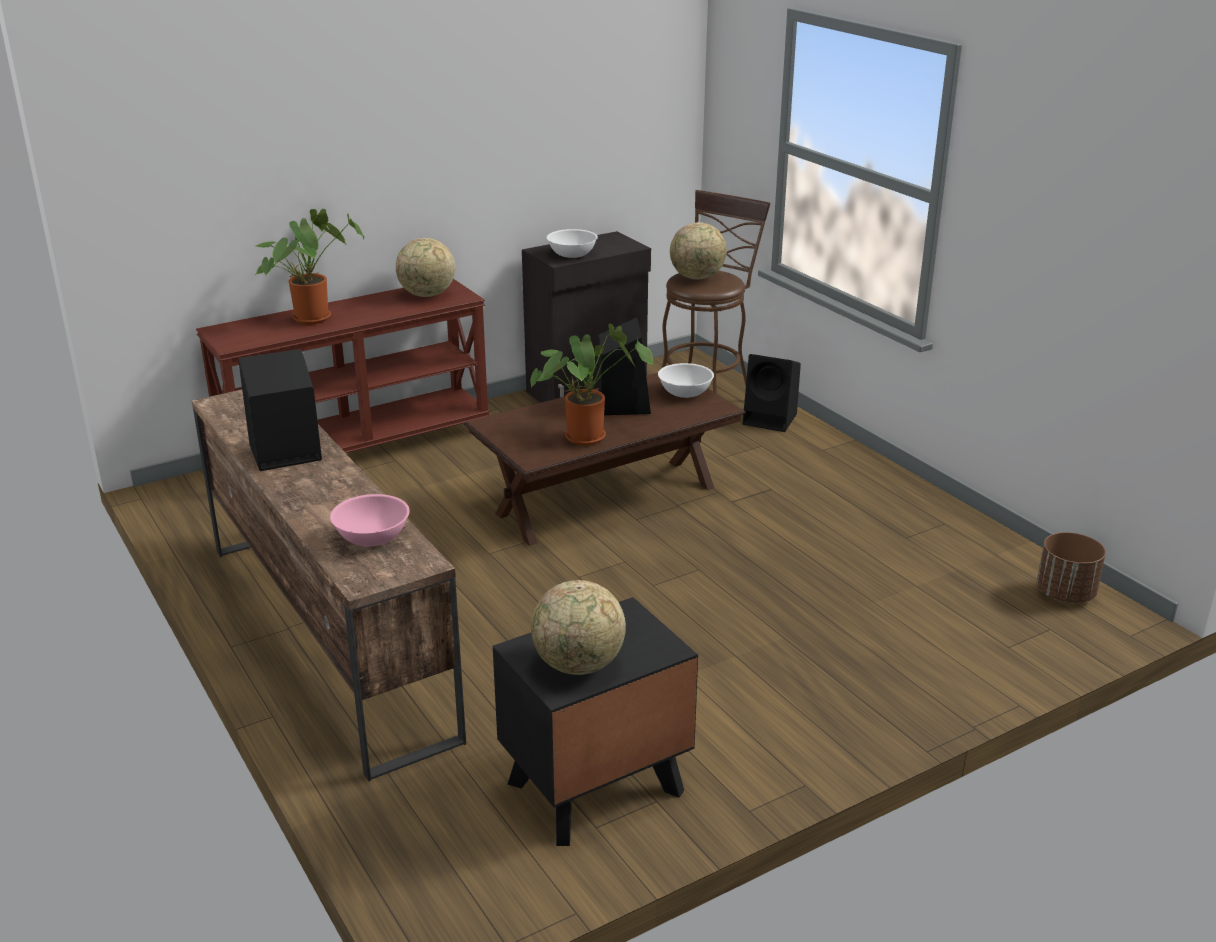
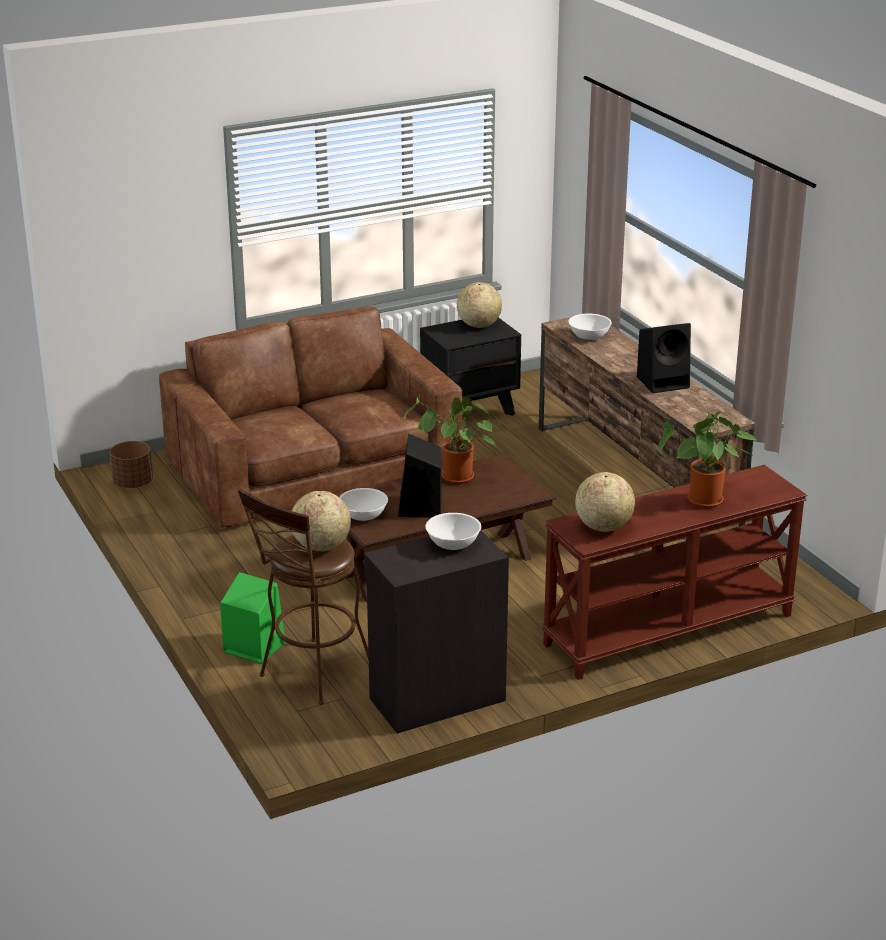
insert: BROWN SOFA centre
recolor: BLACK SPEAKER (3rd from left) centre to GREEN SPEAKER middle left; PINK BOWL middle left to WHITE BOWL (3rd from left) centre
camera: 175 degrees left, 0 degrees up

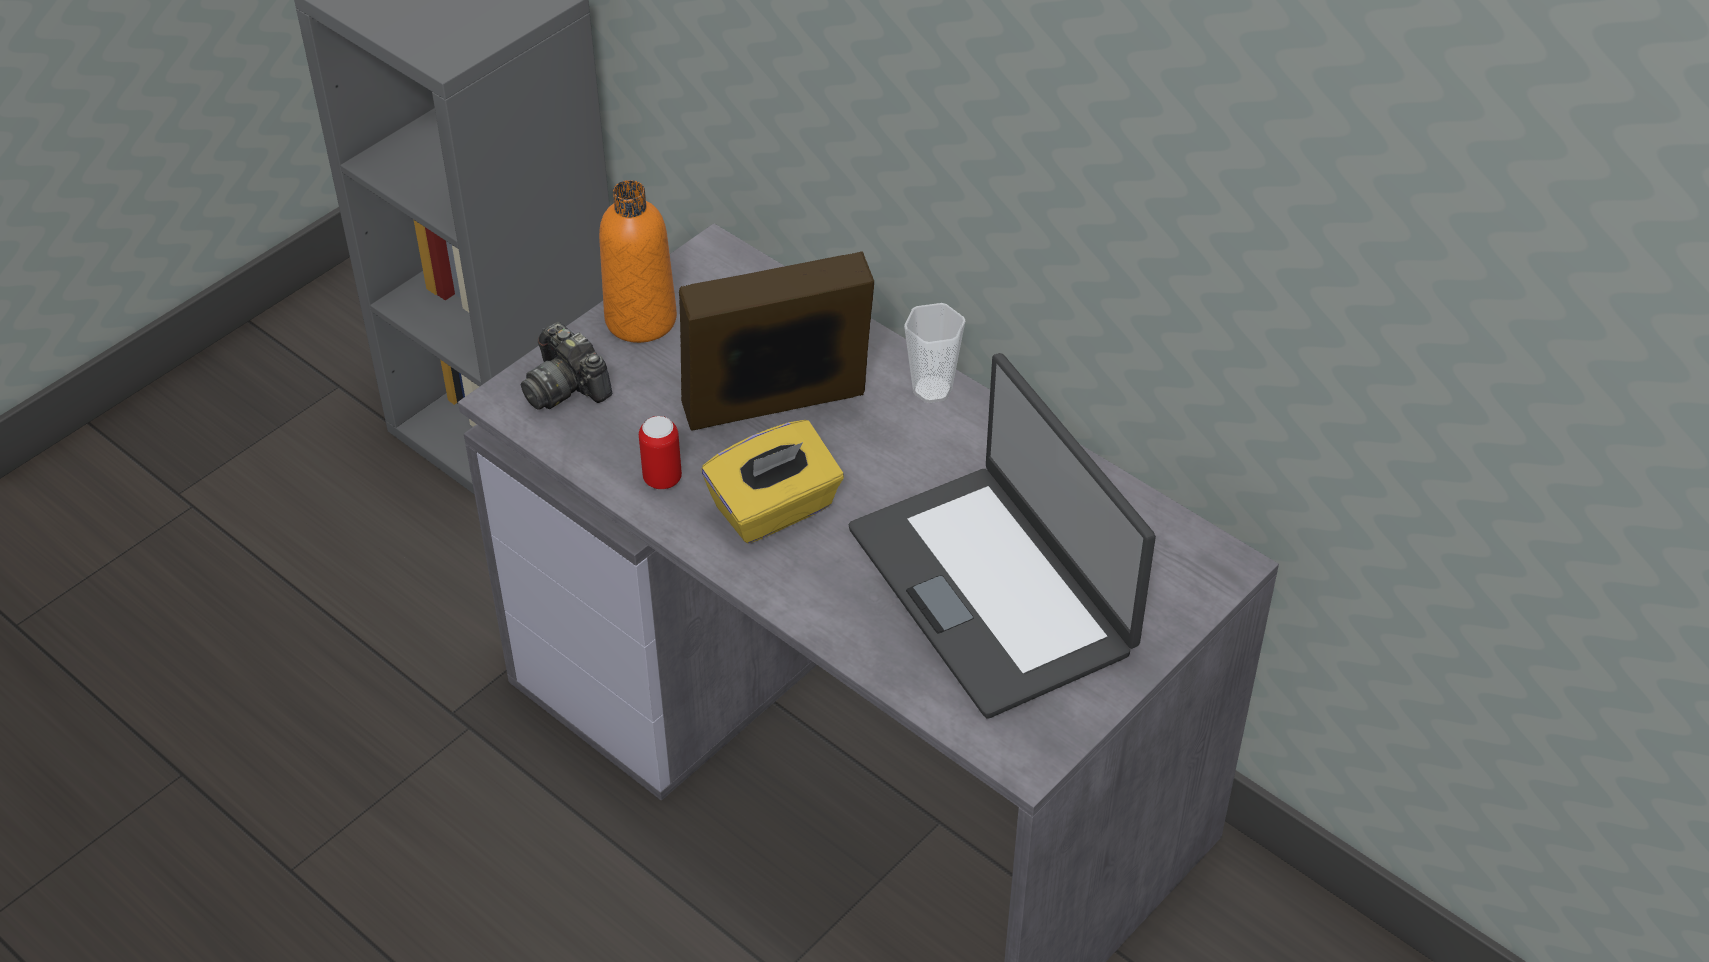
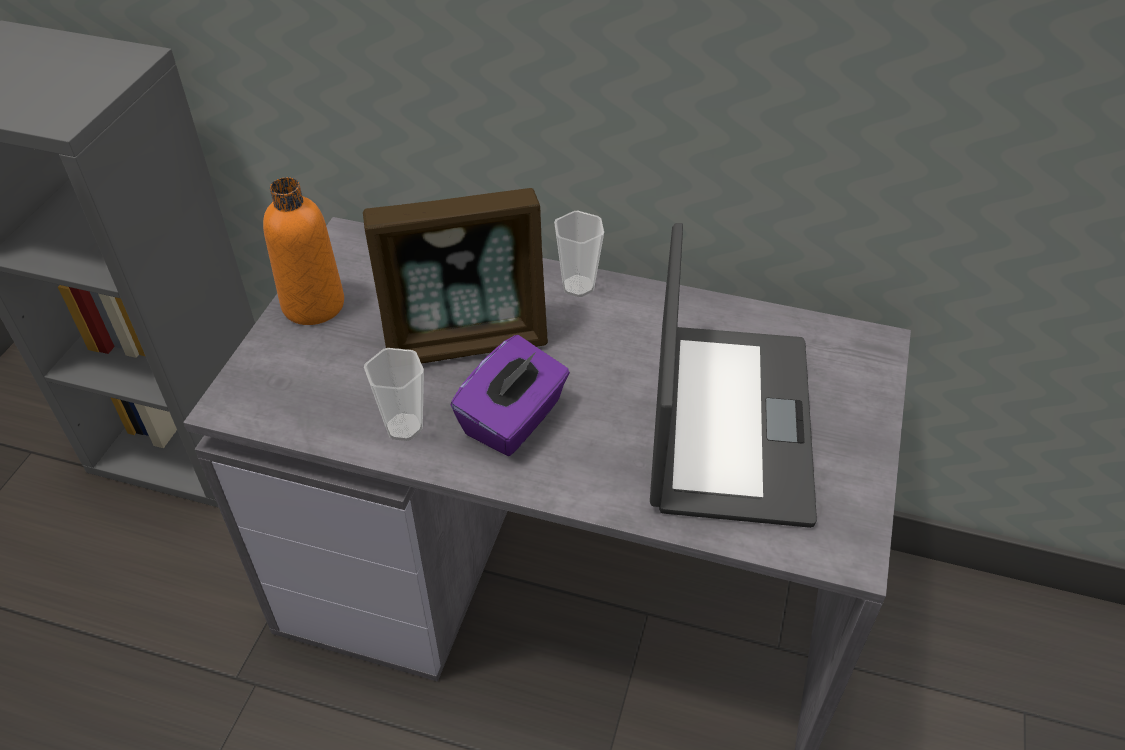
delete: PHOTO CAMERA middle left
replace: CAN centre to CUP (1st from left) centre
recolor: YELLOW TISSUE BOX centre to PURPLE TISSUE BOX centre
rotate: PICTURE FRAME centre = centre 150 degrees counterclockwise; LAPTOP centre = centre 120 degrees counterclockwise
camera: 25 degrees left, 0 degrees up

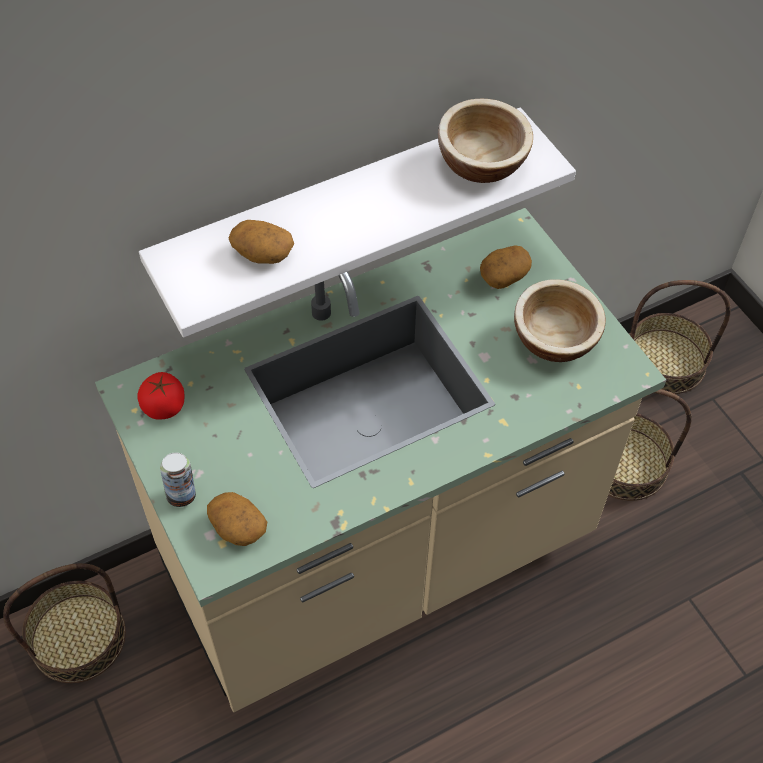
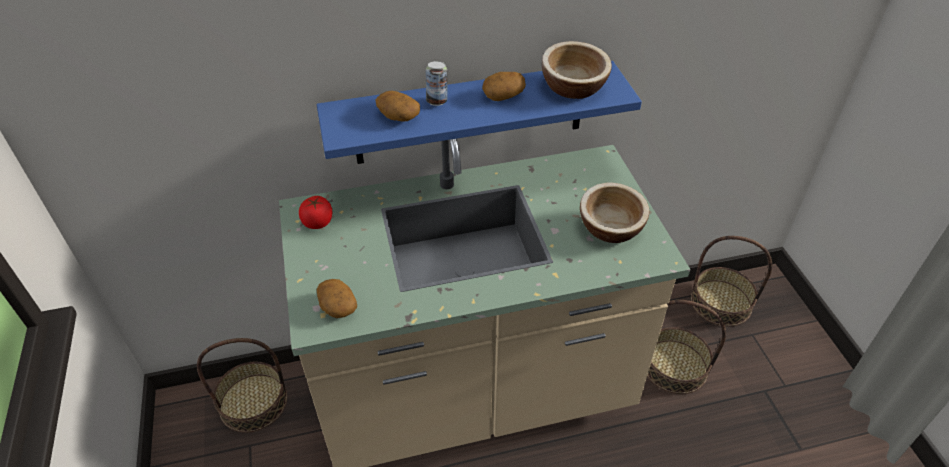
move: POTATO (3rd from left) centre to top centre; CAN middle left to top centre
recolor: WHITE SHELF top centre to BLUE SHELF top centre
camera: 15 degrees right, 10 degrees down

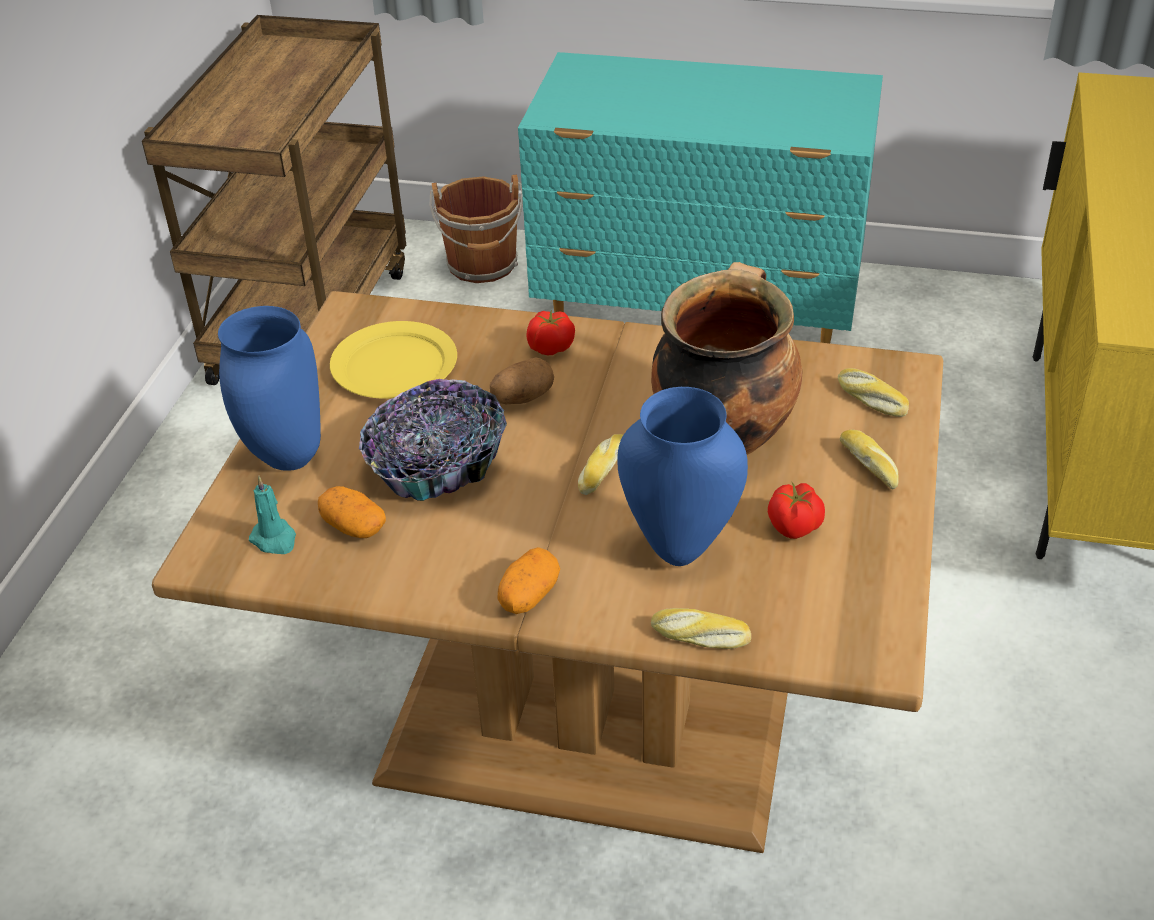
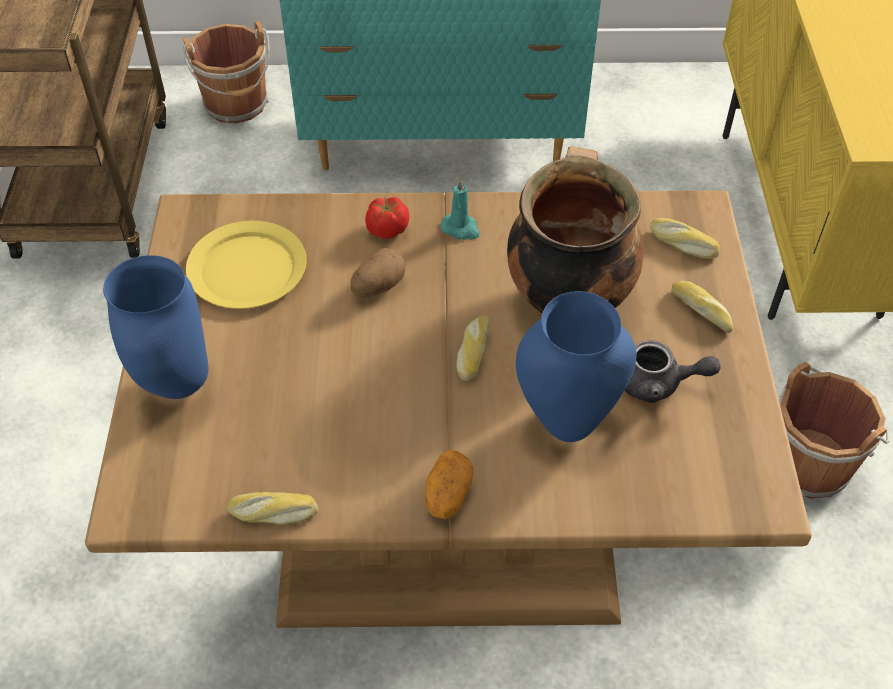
delete: BOWL centre; POTATO (1st from left) middle left
insert: BROWN BUCKET (2nd from left) middle right
move: TURQUOISE CANDLE middle left to top centre; BREAD (2nd from left in the first image) bottom centre to BREAD (1st from left) bottom left
replace: TOMATO (2nd from left) middle right to GREY TEAPOT middle right
camera: 15 degrees left, 10 degrees up

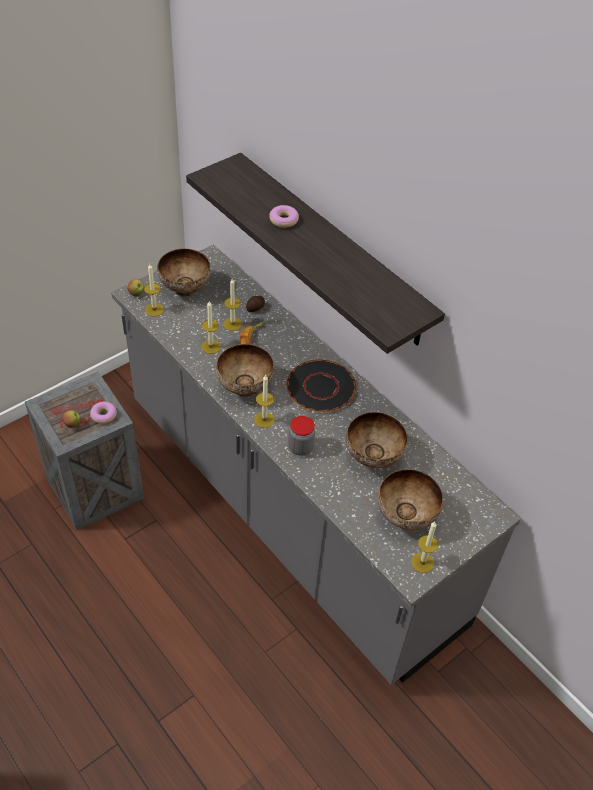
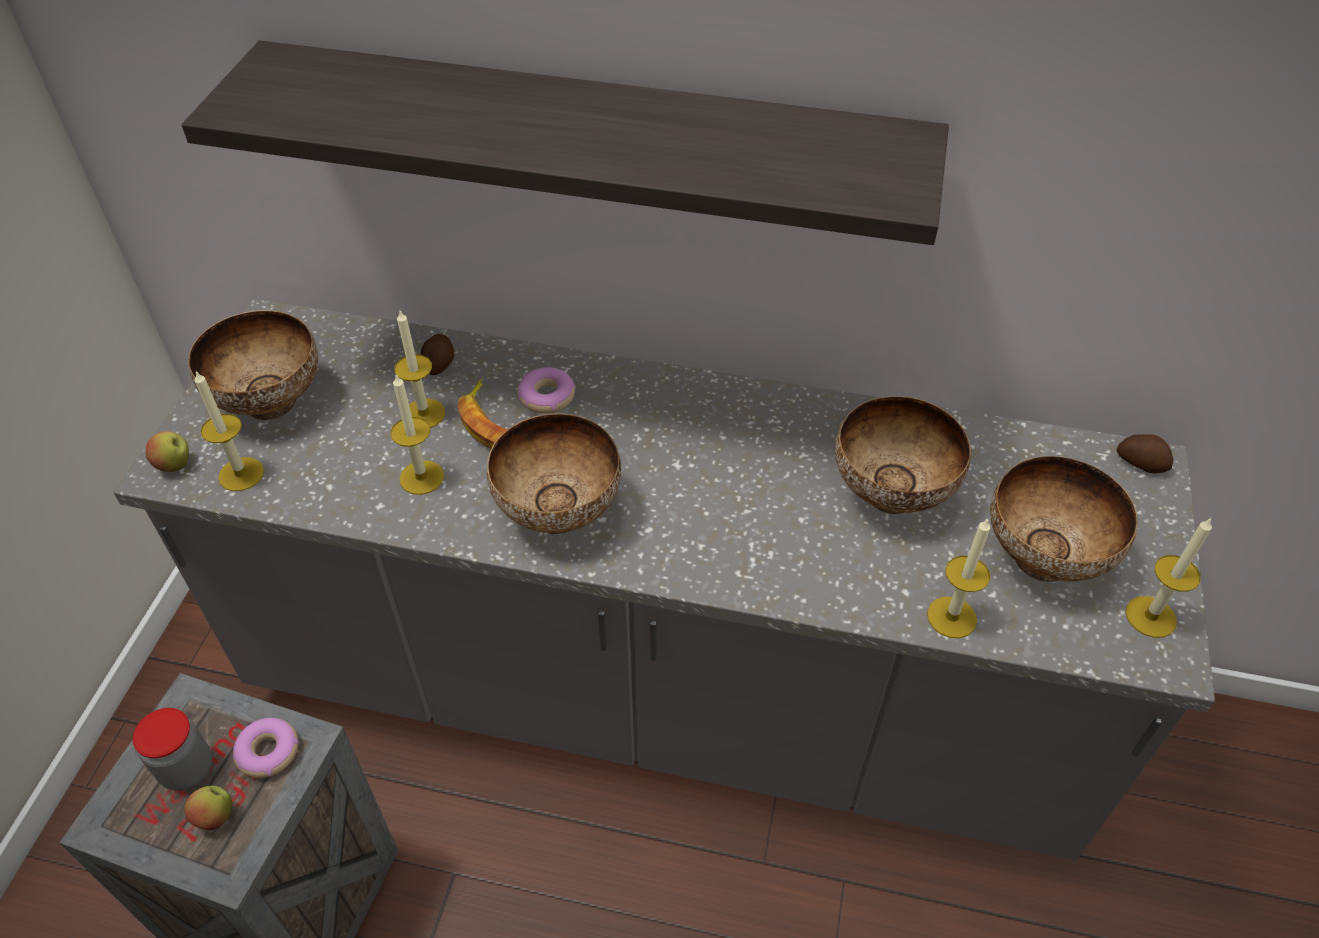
delete: BLACK PLATE centre
insert: POTATO (2nd from left) middle right
move: DONUT (2nd from left) top centre to centre; CANDLE (4th from left) centre to middle right; JAR centre to bottom left
camera: 35 degrees left, 0 degrees up

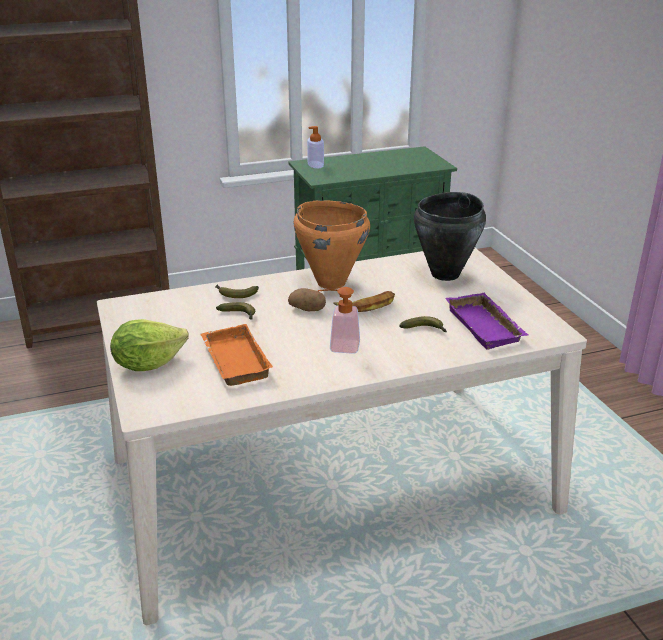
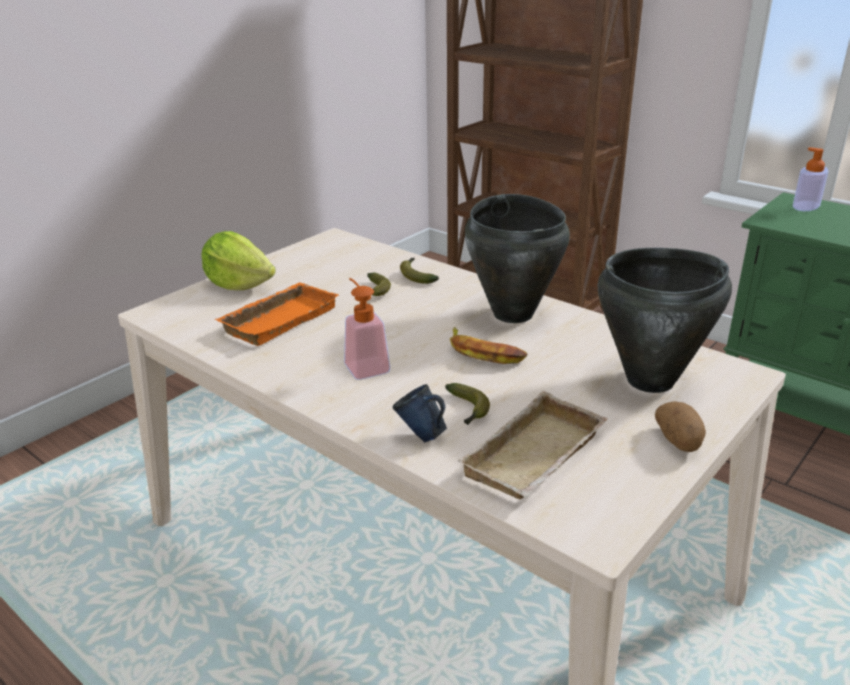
insert: BLUE MUG centre
move: POTATO centre to middle right
recolor: ORANGE COOKING POT centre to BLACK COOKING POT (1st from left) centre; PURPLE TRAY middle right to BEIGE TRAY centre
camera: 60 degrees right, 0 degrees up

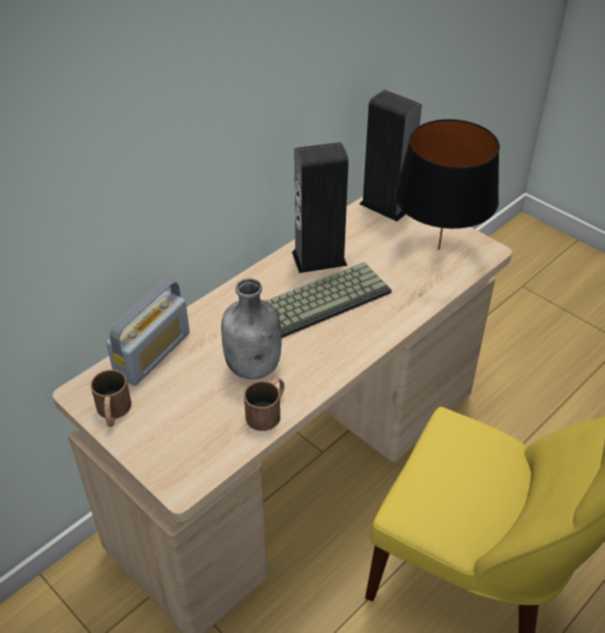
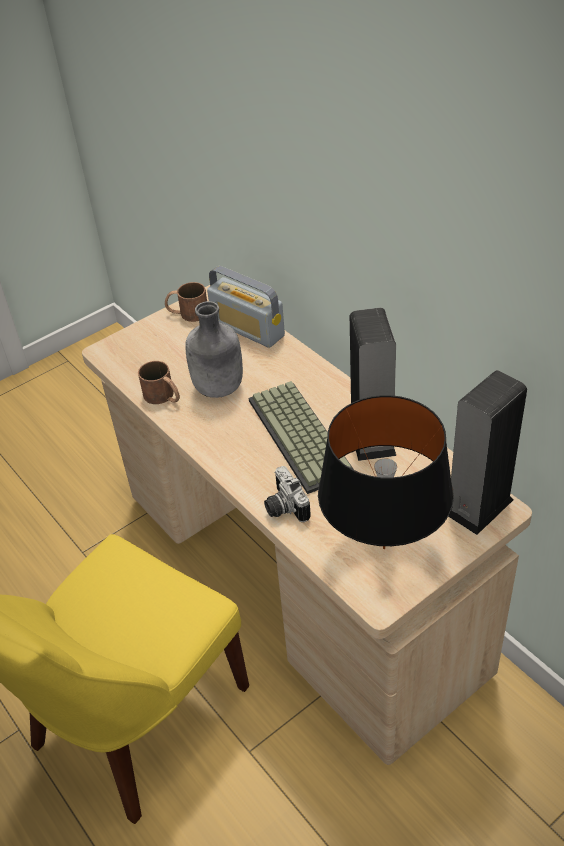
insert: PHOTO CAMERA centre
camera: 100 degrees right, 0 degrees up

